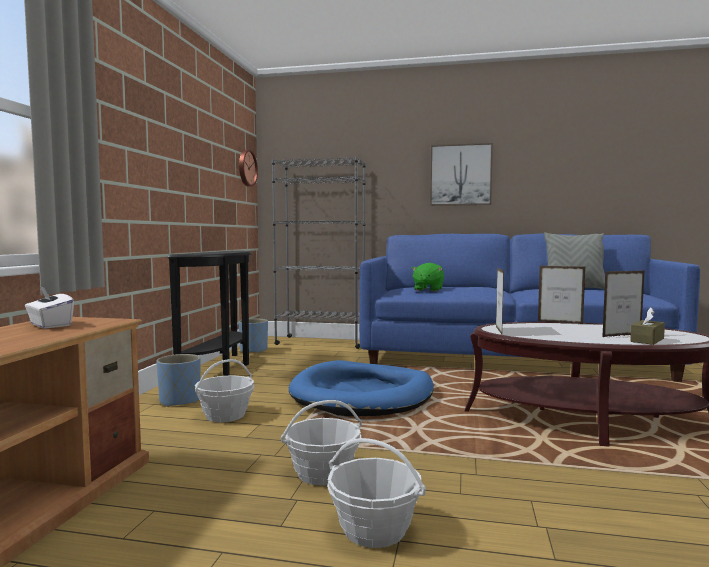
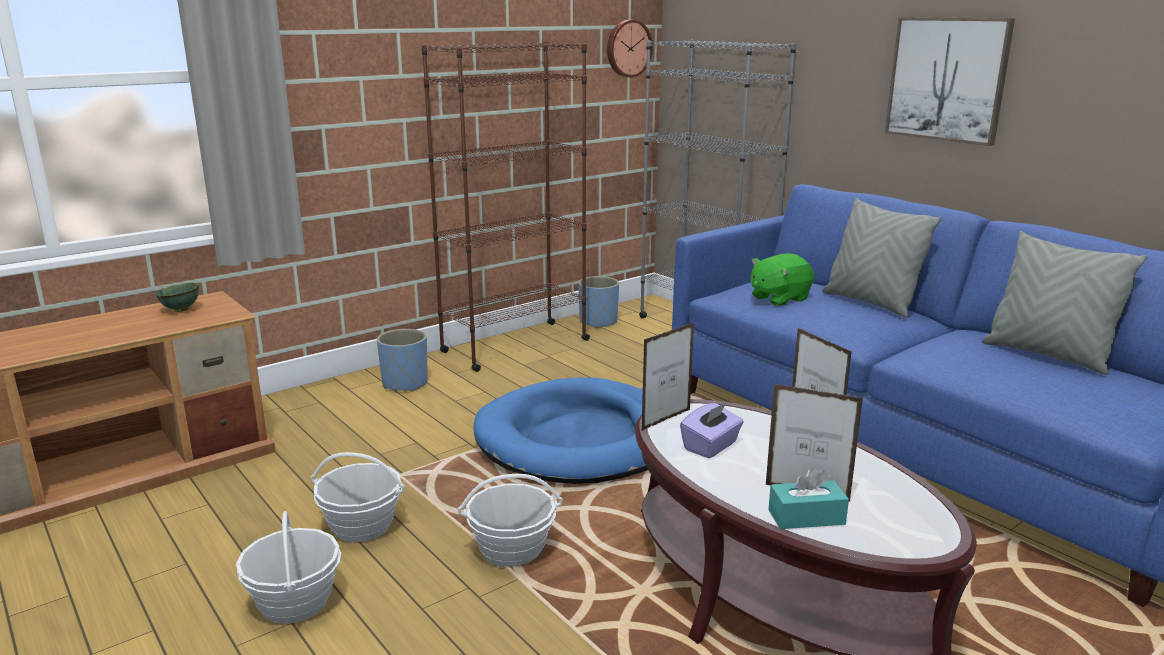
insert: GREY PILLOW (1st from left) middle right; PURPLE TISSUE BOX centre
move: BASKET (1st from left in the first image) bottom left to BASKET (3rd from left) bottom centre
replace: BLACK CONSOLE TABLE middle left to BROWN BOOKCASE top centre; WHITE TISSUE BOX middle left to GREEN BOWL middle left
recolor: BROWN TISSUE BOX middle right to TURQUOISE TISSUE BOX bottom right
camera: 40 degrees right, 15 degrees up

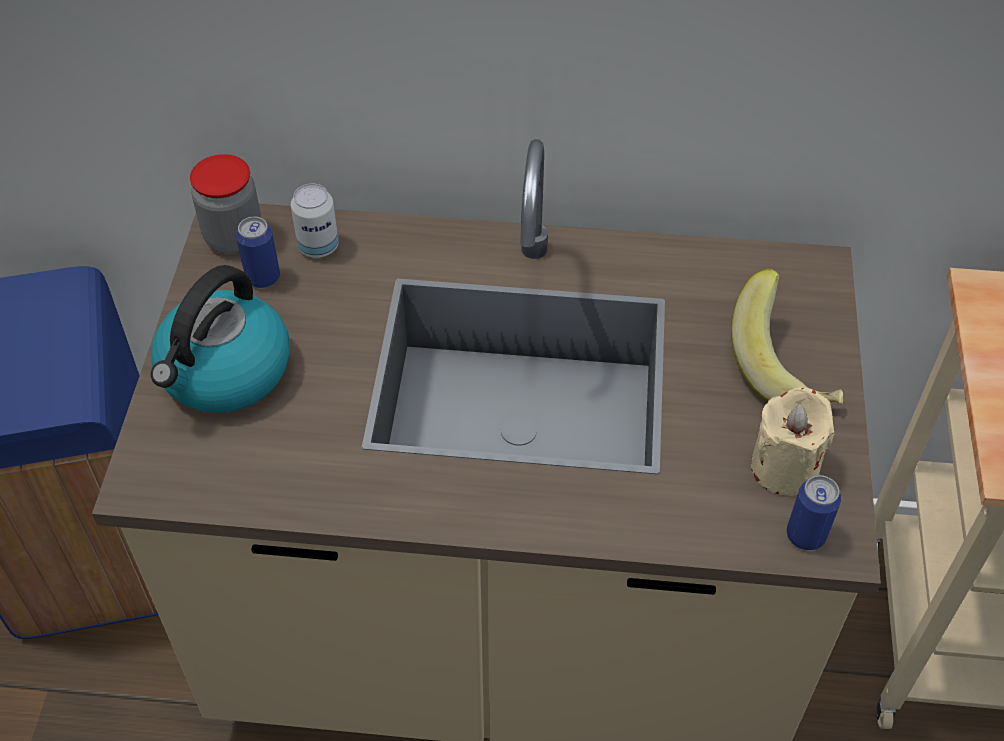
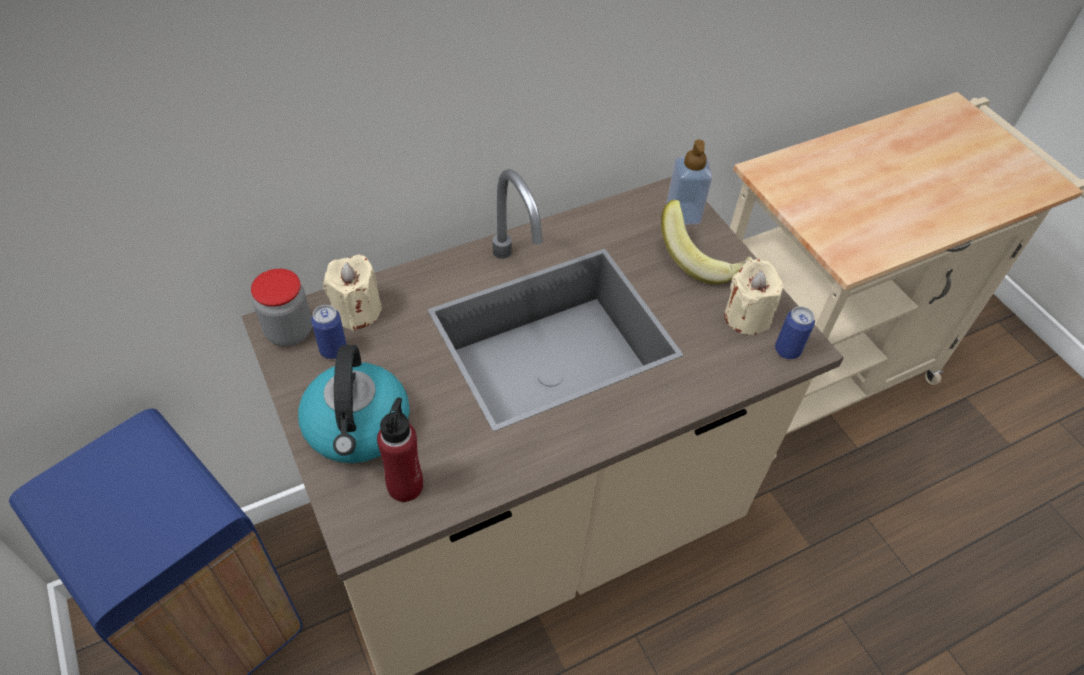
insert: SOAP DISPENSER top centre; RED BOTTLE centre
replace: CAN (2nd from left) top left to BEIGE CANDLE (1st from left) middle left
camera: 35 degrees left, 0 degrees up

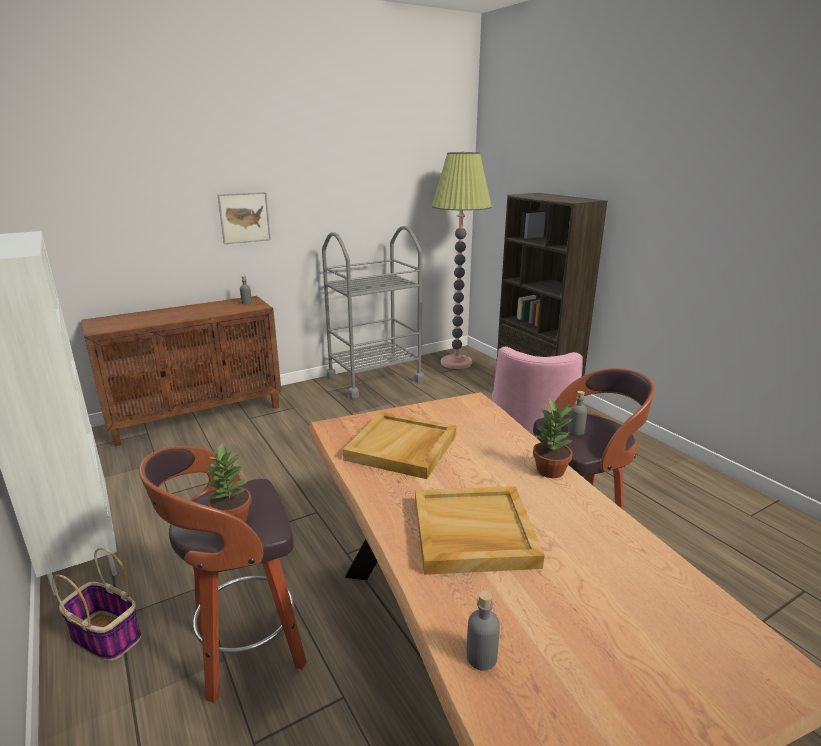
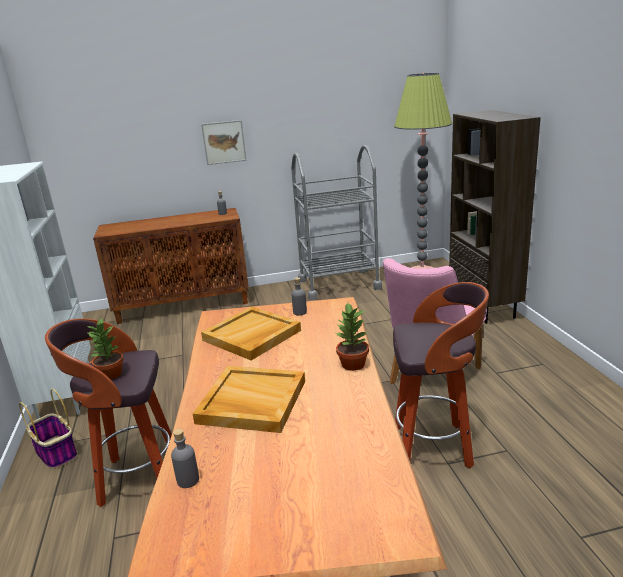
move: GREY BOTTLE (3rd from left) middle right to centre
camera: 20 degrees right, 0 degrees up

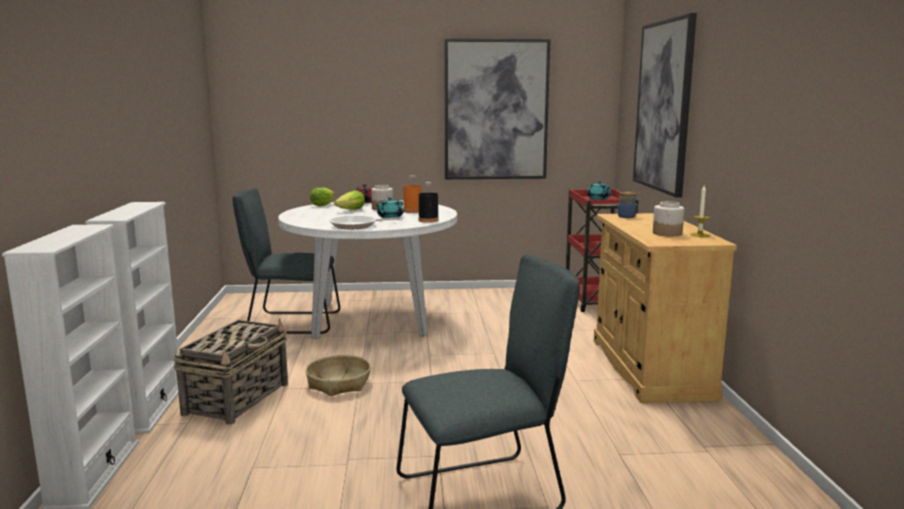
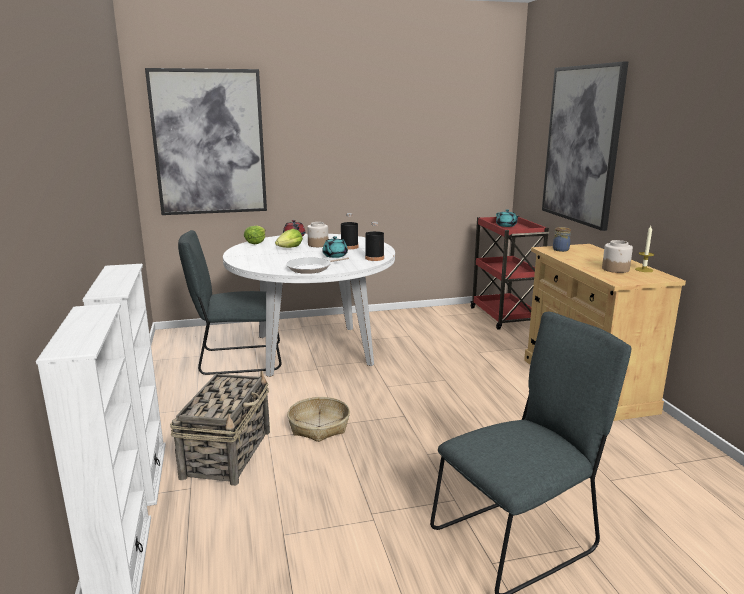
move: PICTURE (1st from left) top centre to top left
recolor: ORANGE BOTTLE centre to BLACK BOTTLE (1st from left) centre
camera: 10 degrees left, 5 degrees up

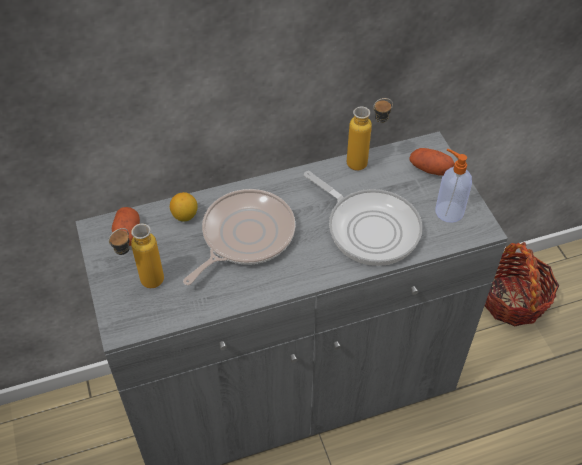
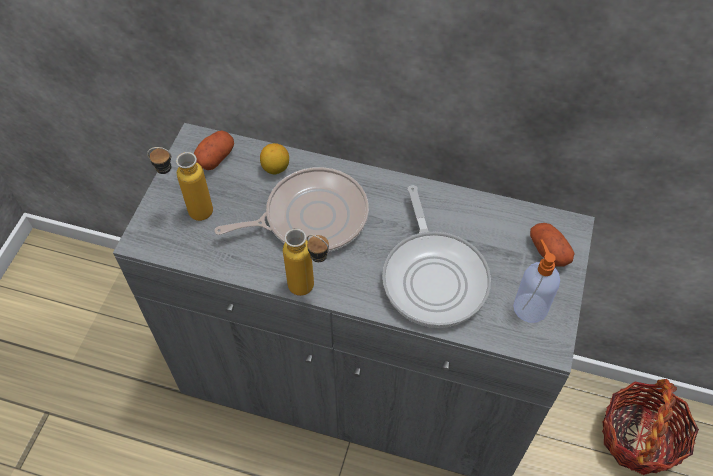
move: BOTTLE (2nd from left) top centre to centre
camera: 35 degrees right, 5 degrees up

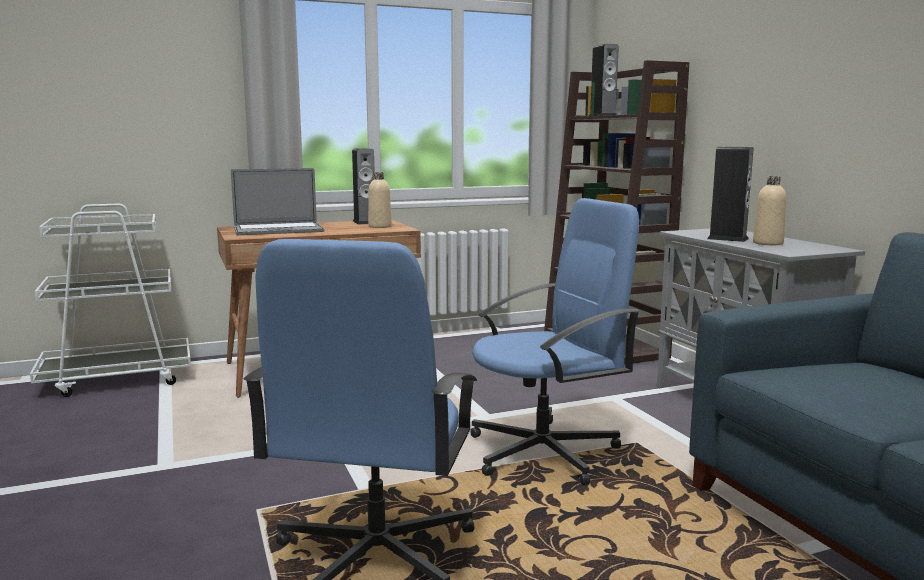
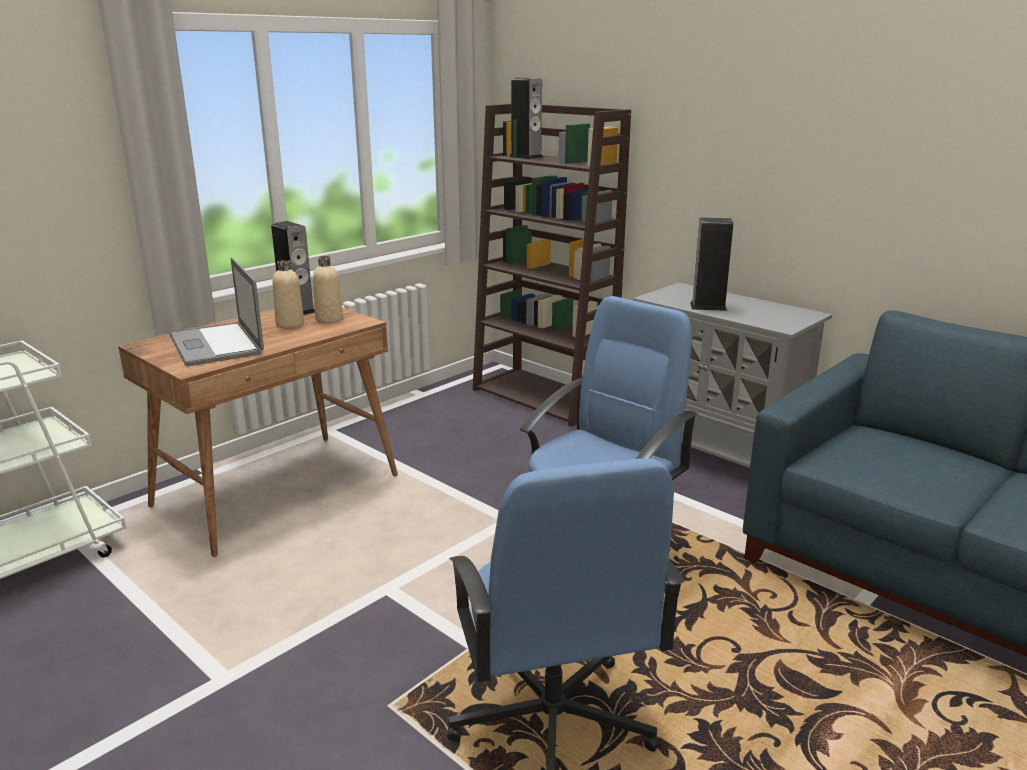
move: BEIGE BOTTLE (2nd from left in the first image) middle right to BEIGE BOTTLE (1st from left) middle left
rotate: LAPTOP middle left = middle left 105 degrees clockwise
camera: 25 degrees left, 10 degrees up

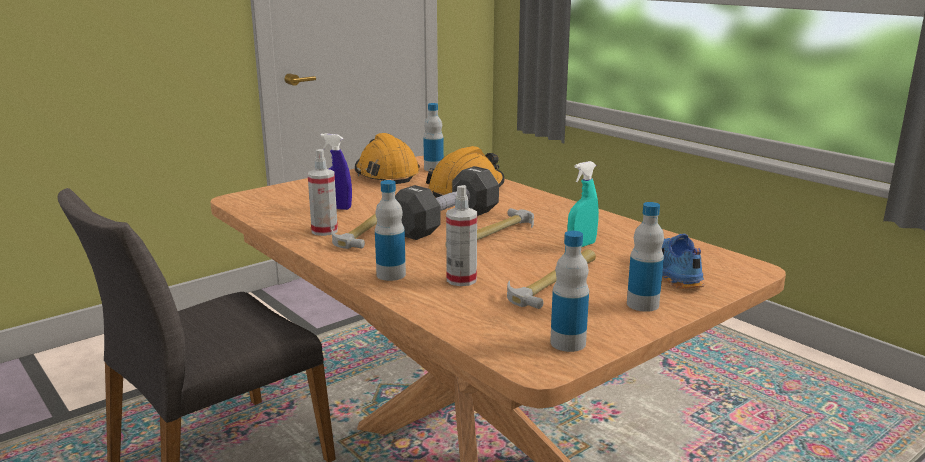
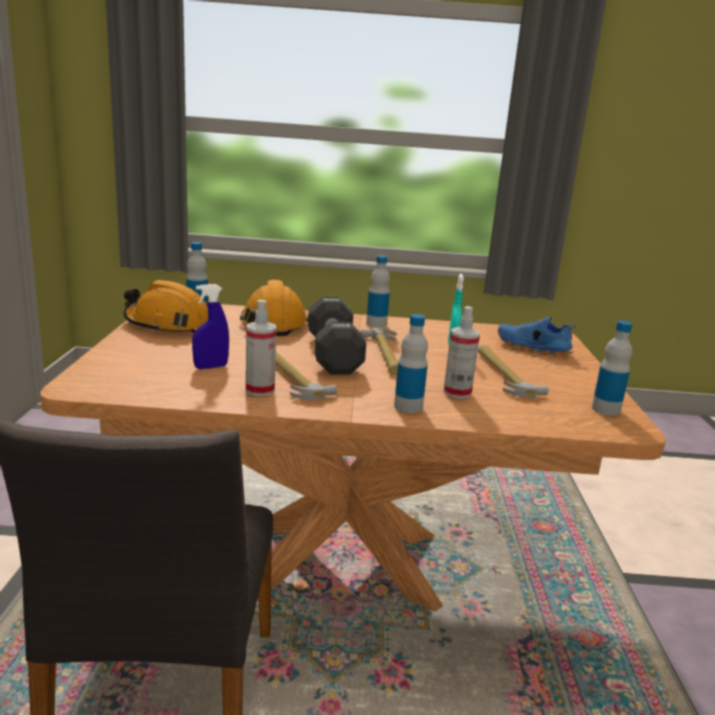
move: BOTTLE (4th from left in the first image) middle right to BOTTLE (2nd from left) centre
camera: 50 degrees left, 0 degrees up

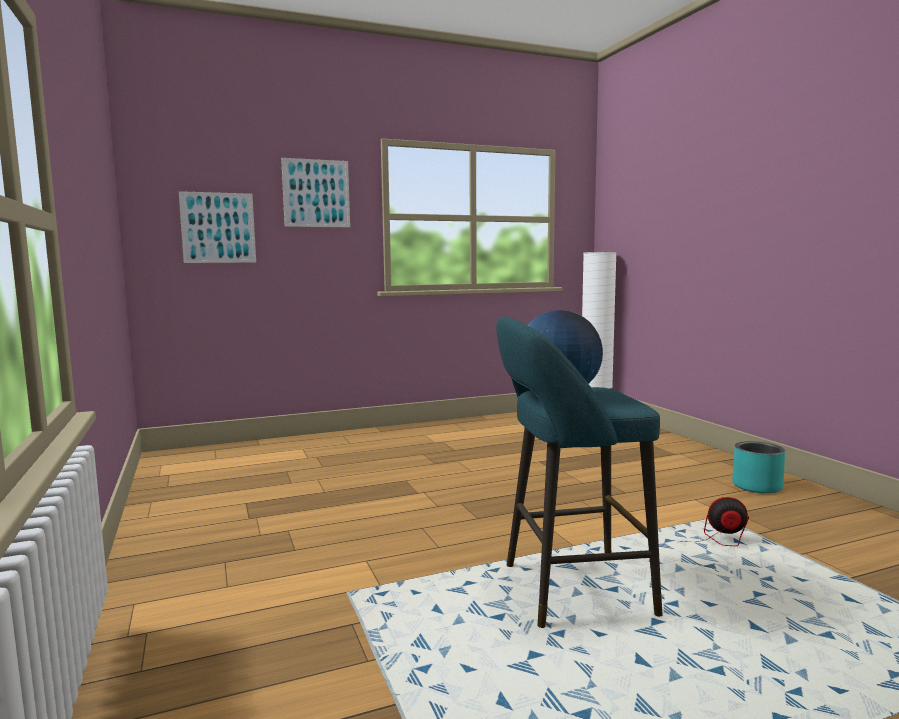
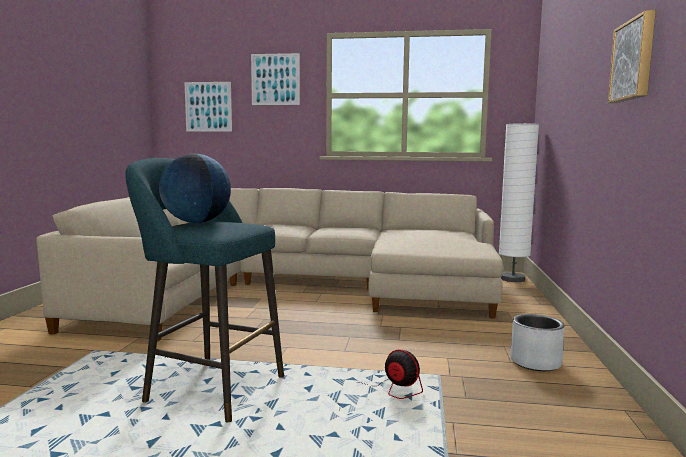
insert: PICTURE (3rd from left) top right; BEIGE SOFA centre
recolor: TURQUOISE PLANTER middle right to GREY PLANTER bottom right
camera: 30 degrees right, 0 degrees up

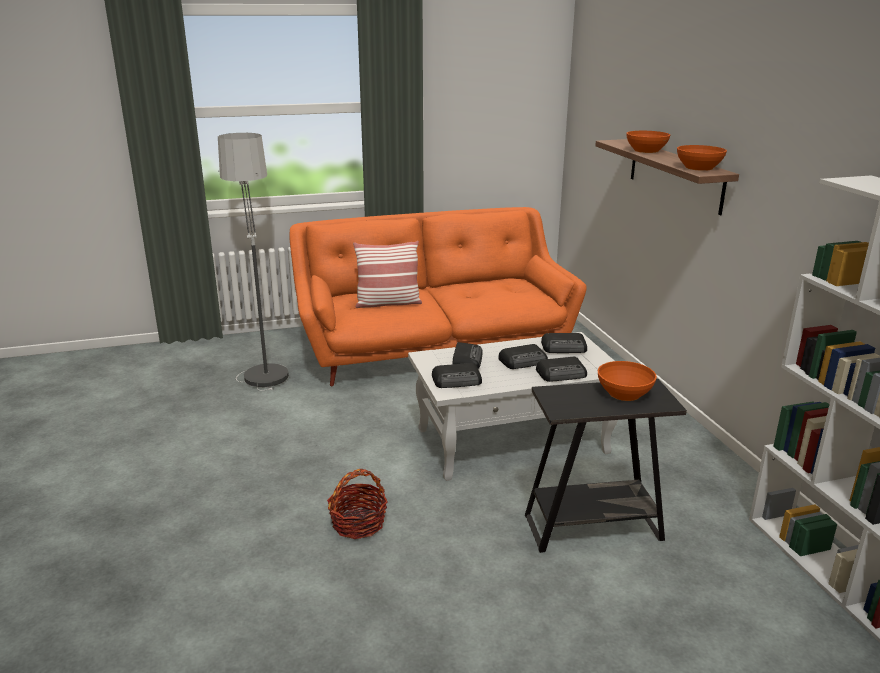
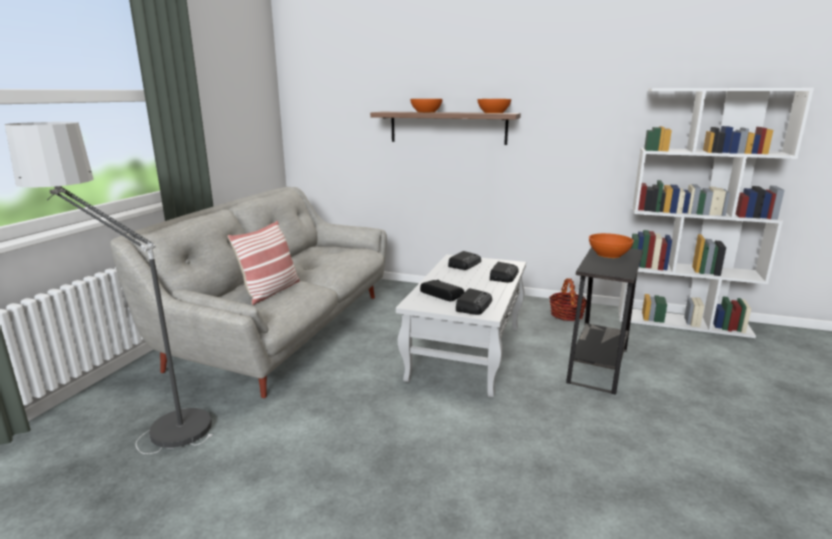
delete: RADIO (3rd from left) centre
move: BASKET bottom centre to middle right
recolor: ORANGE SOFA centre to GREY SOFA middle left
camera: 55 degrees left, 5 degrees down

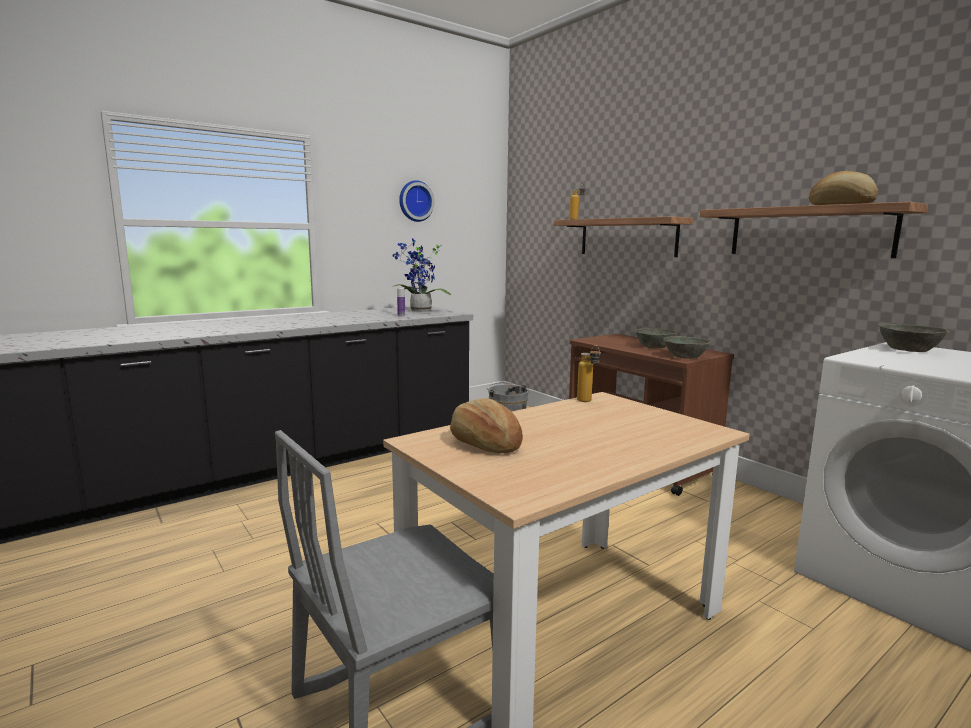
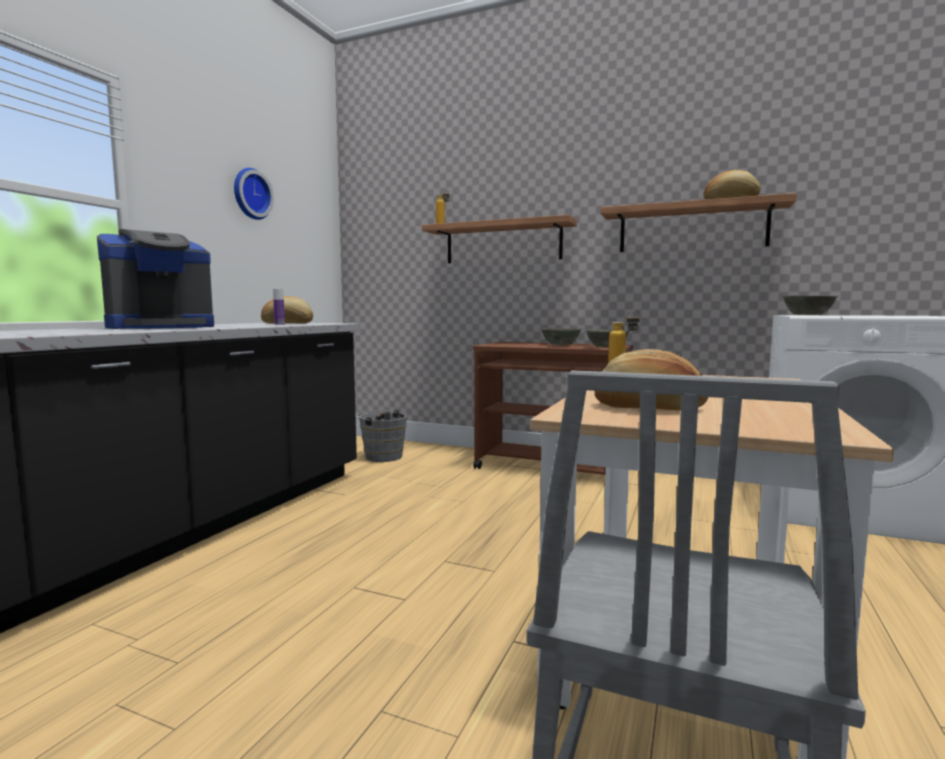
insert: COFFEE MACHINE middle left
replace: POTTED PLANT centre to BREAD (1st from left) middle left
camera: 30 degrees left, 5 degrees down

